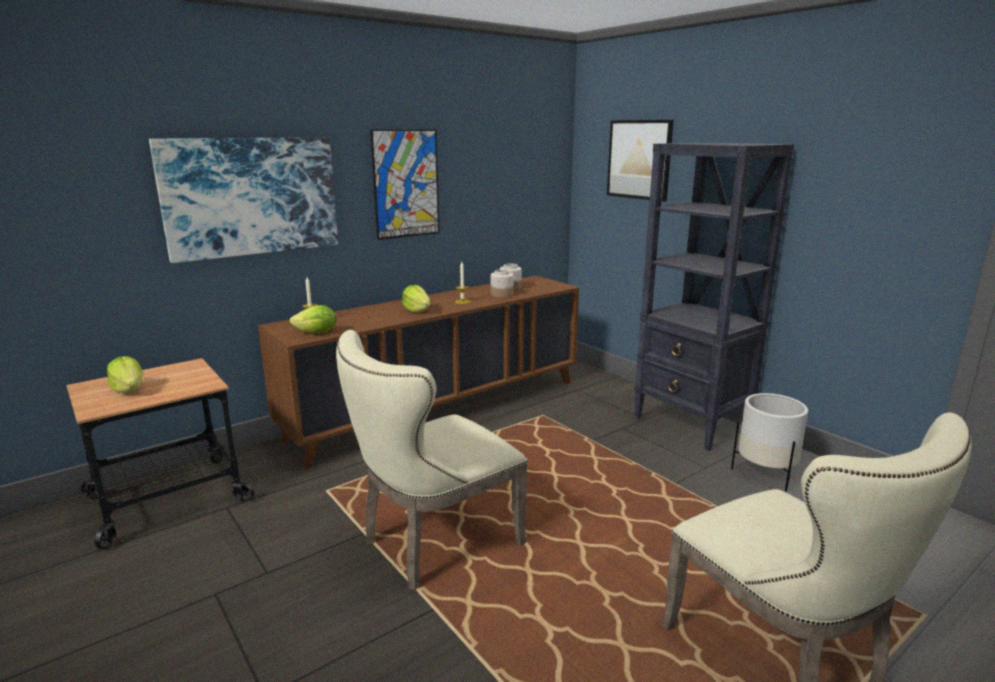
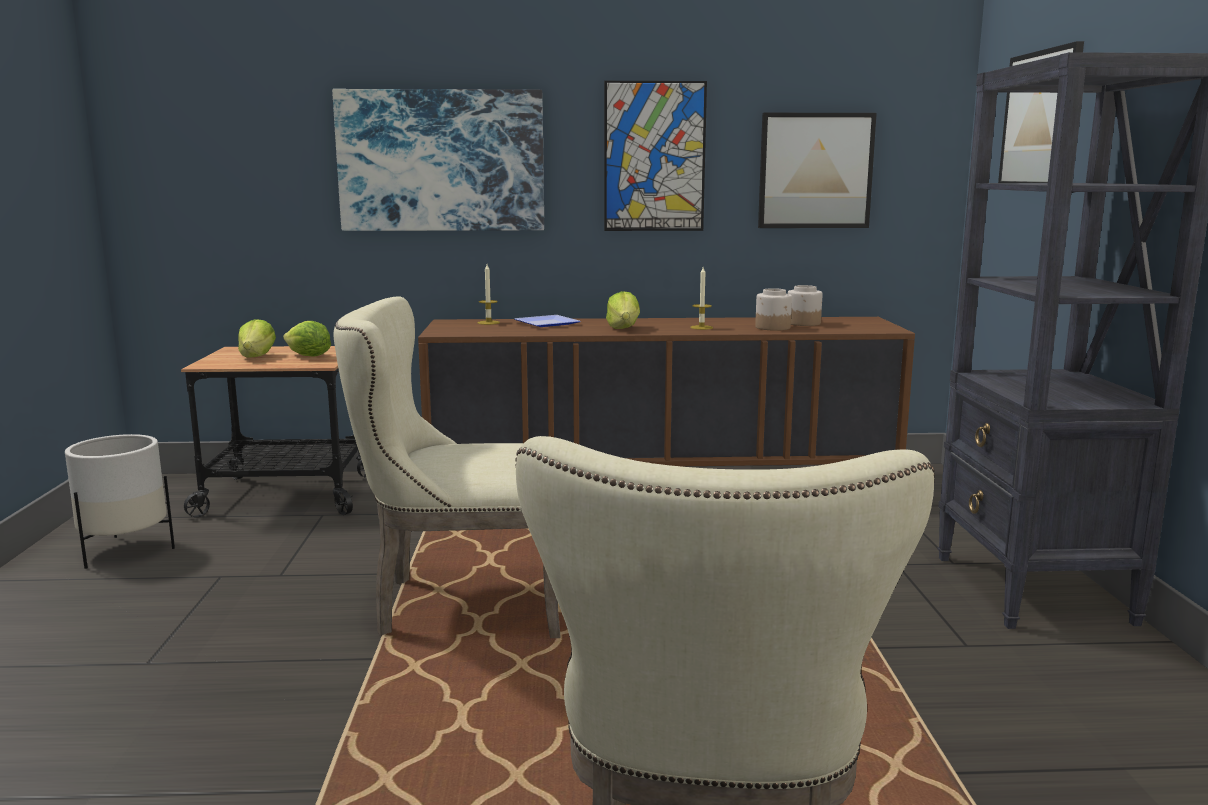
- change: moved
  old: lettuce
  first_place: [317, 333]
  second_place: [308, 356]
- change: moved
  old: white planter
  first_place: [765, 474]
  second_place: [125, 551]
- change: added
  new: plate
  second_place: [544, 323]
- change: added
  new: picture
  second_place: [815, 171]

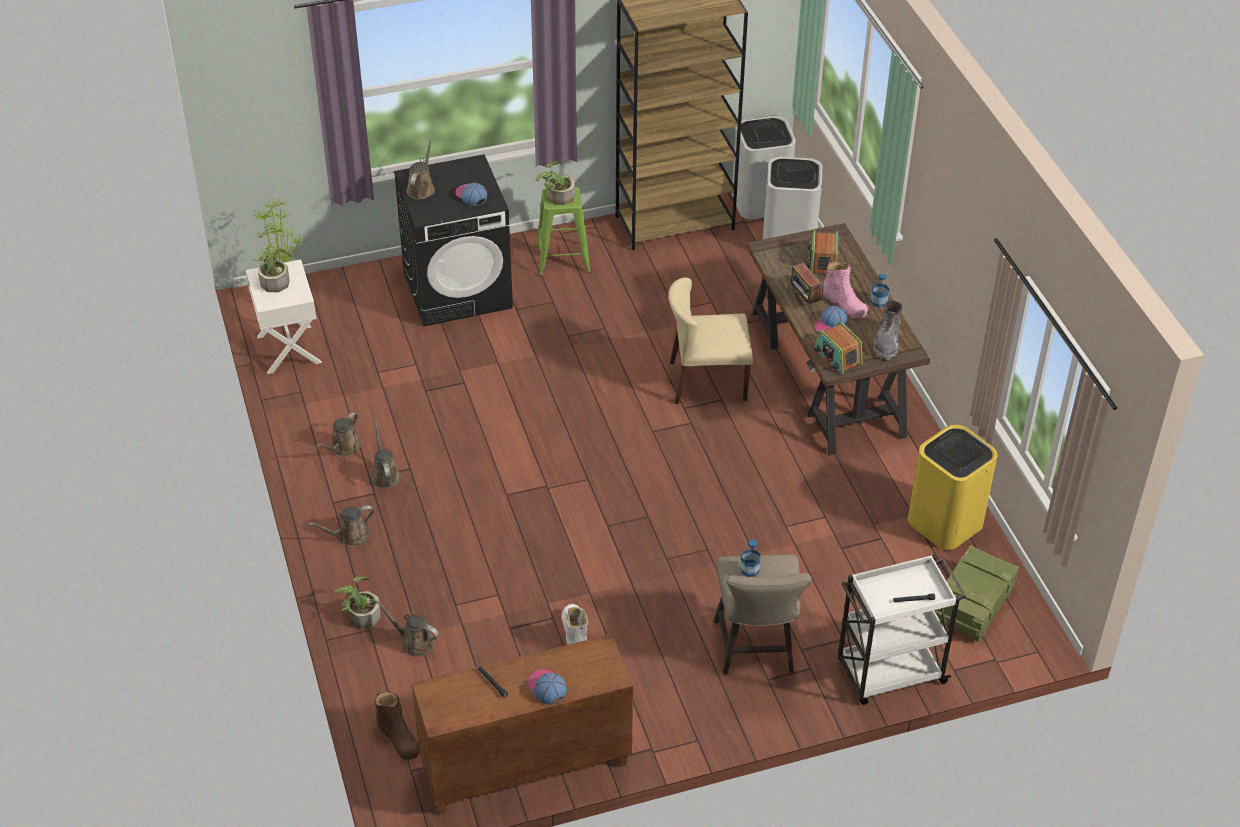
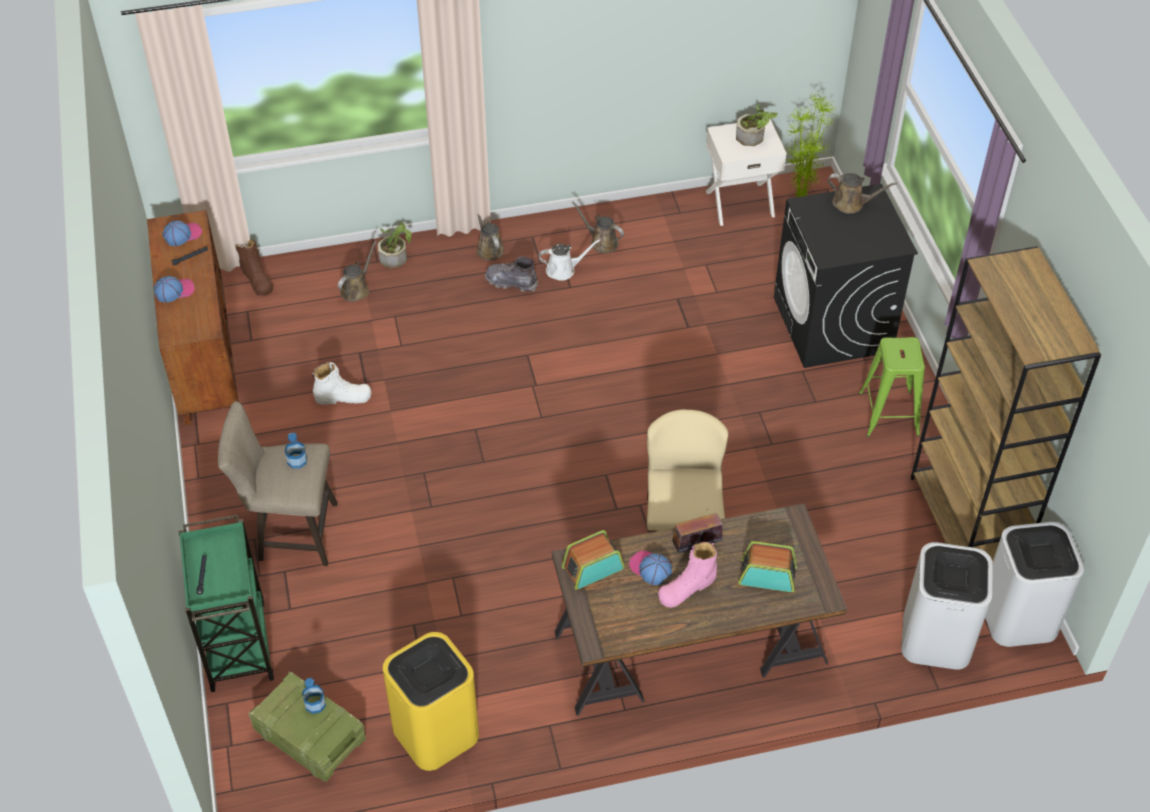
- change: recoloured
  old: brown watering can
  new: white watering can
  first_place: [385, 475]
  second_place: [563, 270]
- change: turned
  old: brown boot
  first_place: [398, 738]
  second_place: [256, 279]
  degrees: -90
- change: moved
  old: cap
  first_place: [471, 195]
  second_place: [182, 235]
- change: removed
  old: potted plant
  first_place: [557, 196]
- change: recoloured
  old: white cart
  new: green cart
  first_place: [889, 673]
  second_place: [237, 643]
- change: moved
  old: bottle
  first_place: [879, 302]
  second_place: [315, 704]
- change: moved
  old: grey boot
  first_place: [887, 342]
  second_place: [511, 282]

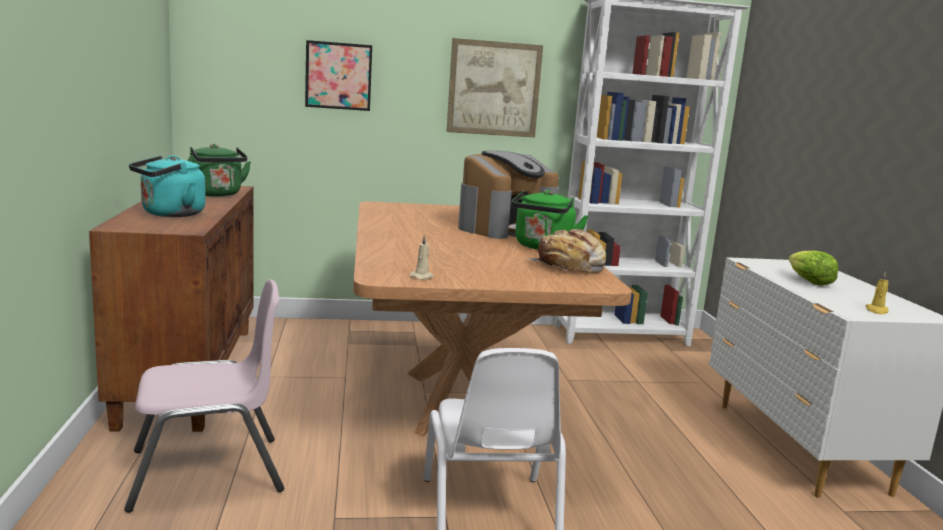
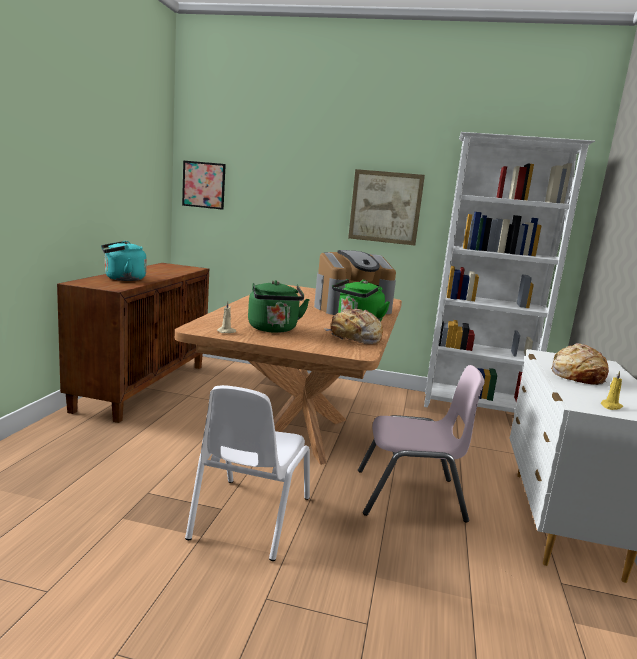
- change: moved
  old: pink chair
  first_place: [208, 472]
  second_place: [410, 496]
- change: moved
  old: green kettle
  first_place: [217, 194]
  second_place: [273, 329]
- change: moved
  old: picture
  first_place: [338, 76]
  second_place: [203, 185]
- change: replaced
  old: lettuce
  new: bread
  first_place: [808, 281]
  second_place: [577, 375]

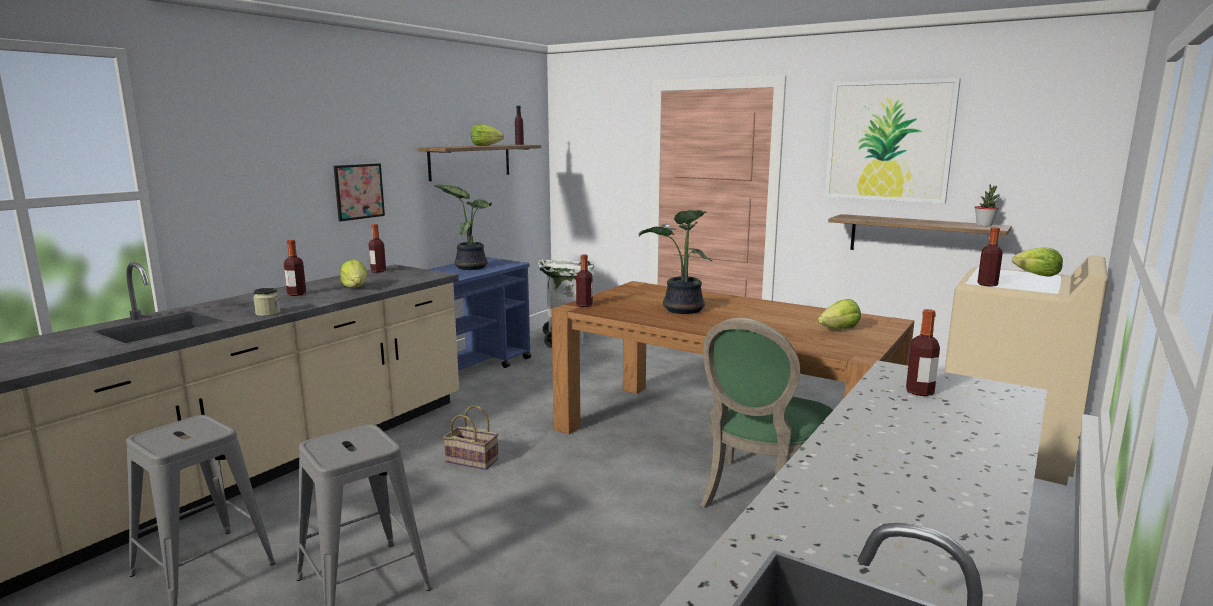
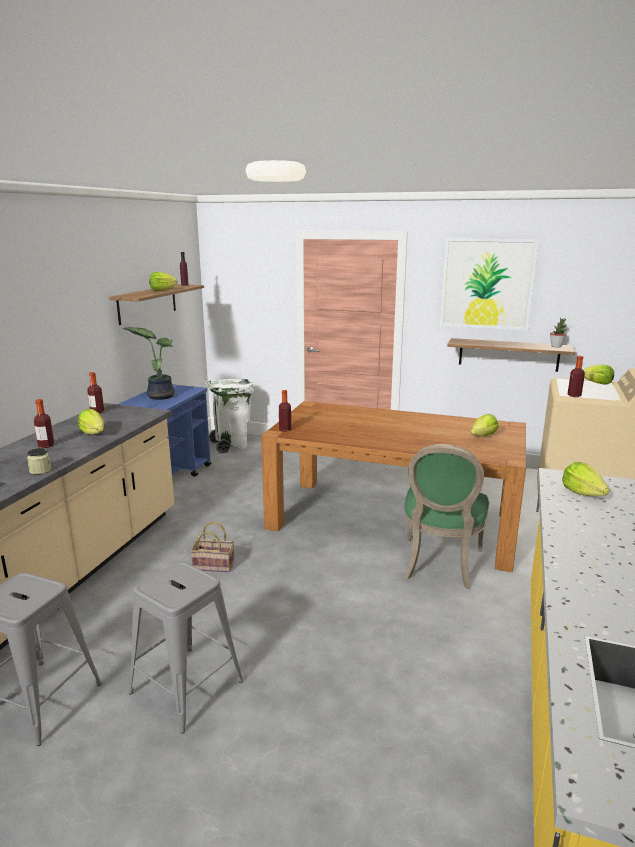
- change: removed
  old: picture
  first_place: [359, 191]
- change: removed
  old: potted plant
  first_place: [682, 310]
- change: replaced
  old: bottle
  new: lettuce
  first_place: [919, 392]
  second_place: [582, 493]

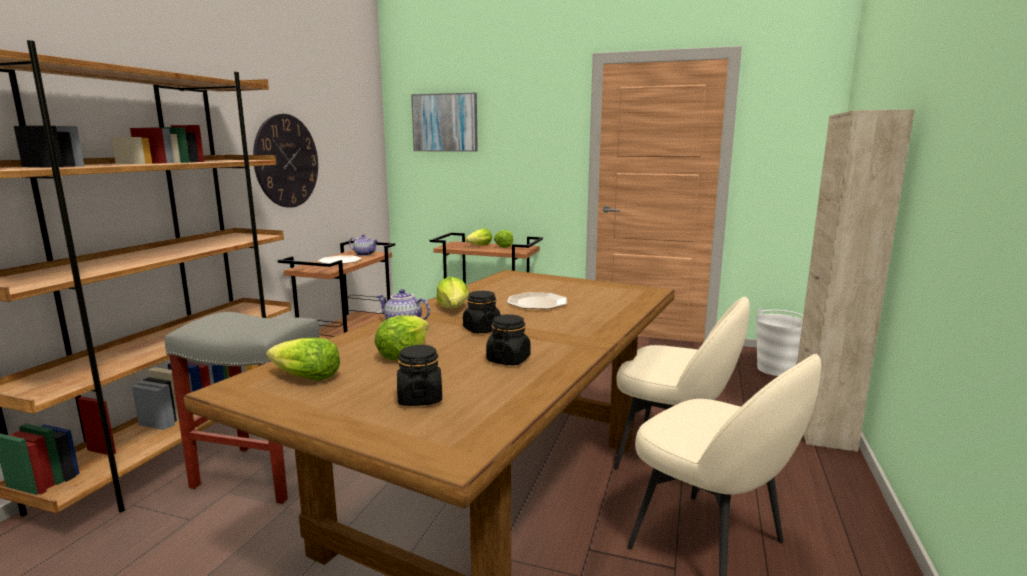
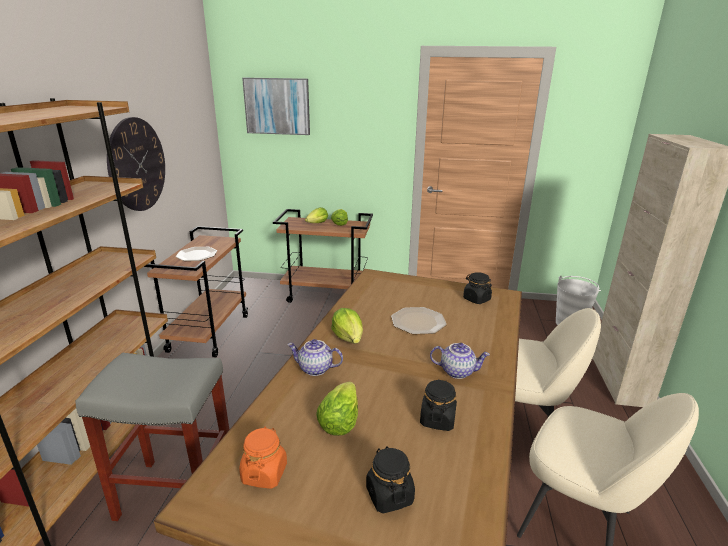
- change: replaced
  old: lettuce
  new: orange jar
  first_place: [305, 378]
  second_place: [264, 473]
- change: moved
  old: teapot
  first_place: [364, 254]
  second_place: [457, 371]
- change: moved
  old: black jar
  first_place: [481, 329]
  second_place: [476, 299]

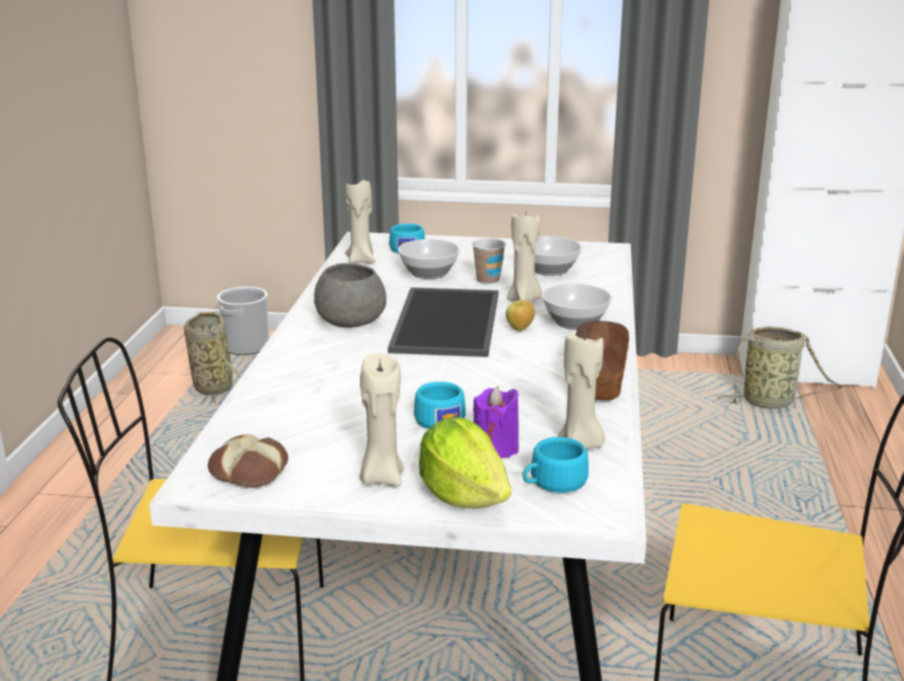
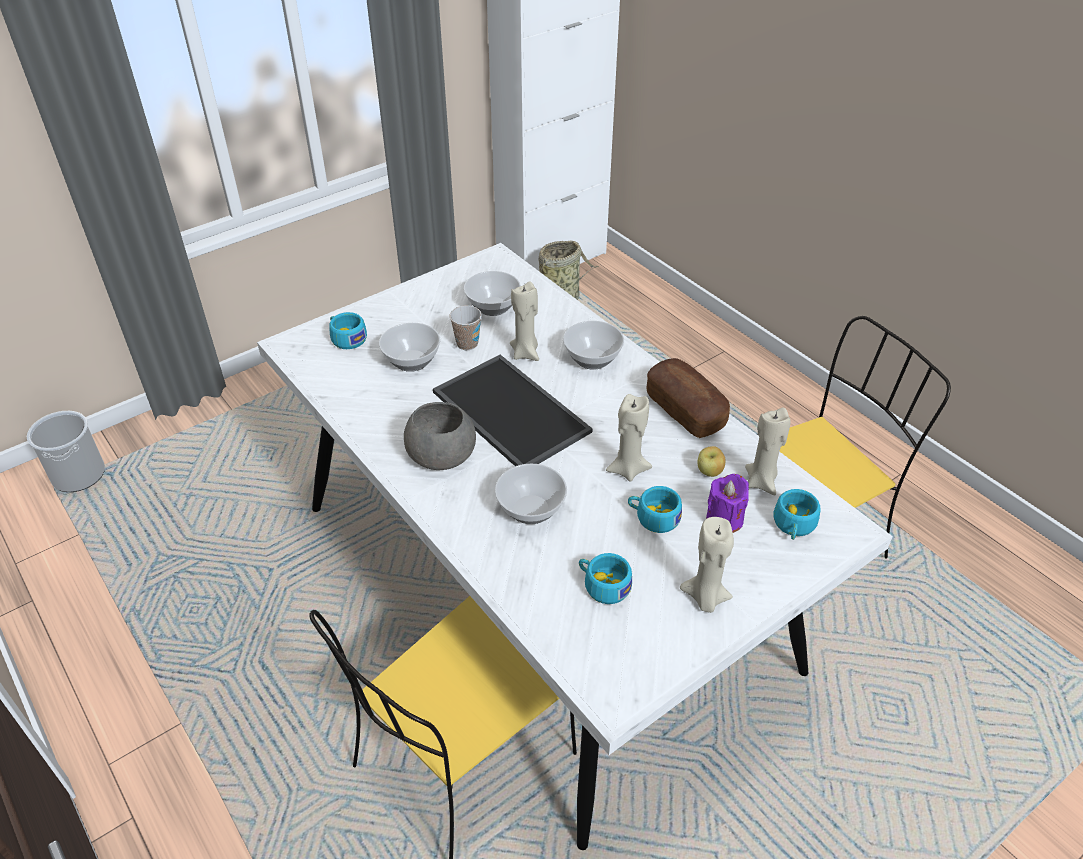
- change: removed
  old: basket
  first_place: [212, 386]
- change: removed
  old: bread
  first_place: [250, 470]
- change: moved
  old: beige candle
  first_place: [361, 260]
  second_place: [627, 469]
- change: removed
  old: lettuce
  first_place: [464, 496]
- change: moved
  old: apple
  first_place: [520, 328]
  second_place: [709, 472]
- change: added
  new: bowl
  second_place: [531, 508]
- change: added
  new: turquoise cup
  second_place: [603, 585]

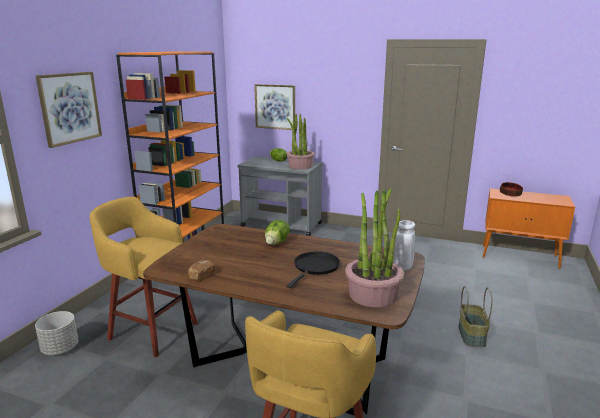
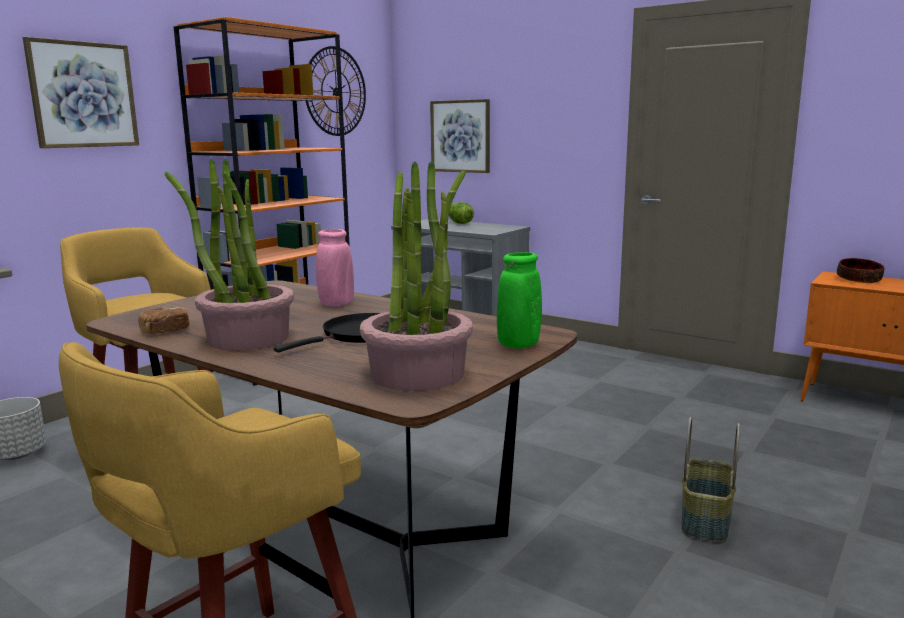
- change: replaced
  old: lettuce
  new: pink vase
  first_place: [277, 242]
  second_place: [336, 304]
- change: moved
  old: potted plant
  first_place: [300, 166]
  second_place: [247, 338]
- change: recoloured
  old: white vase
  new: green vase
  first_place: [402, 267]
  second_place: [518, 345]
- change: added
  new: wall clock
  second_place: [335, 91]

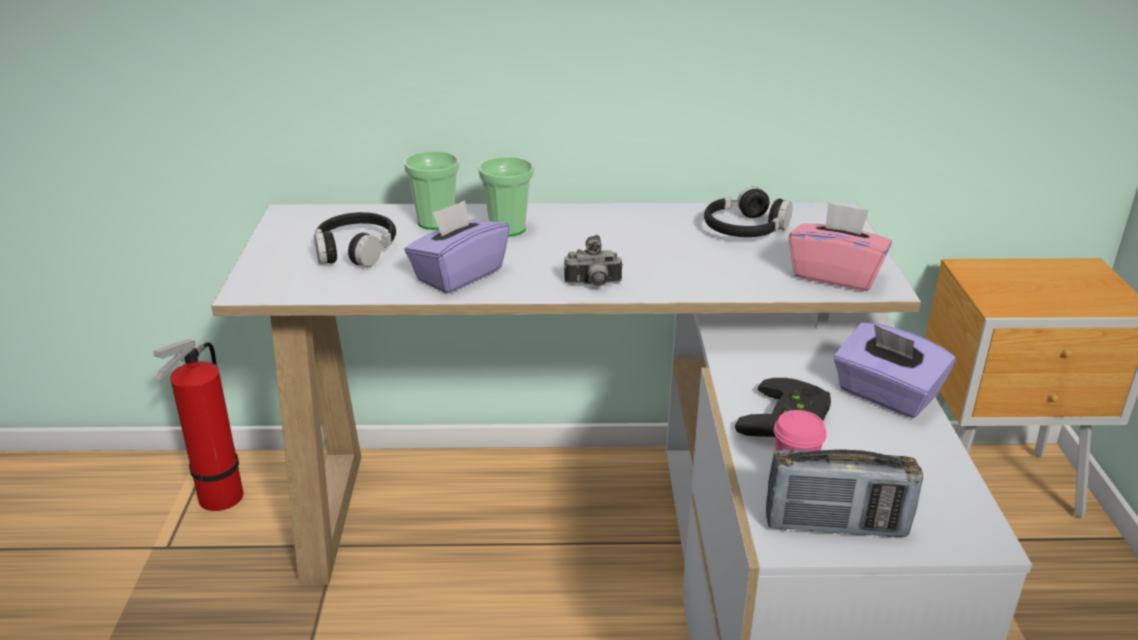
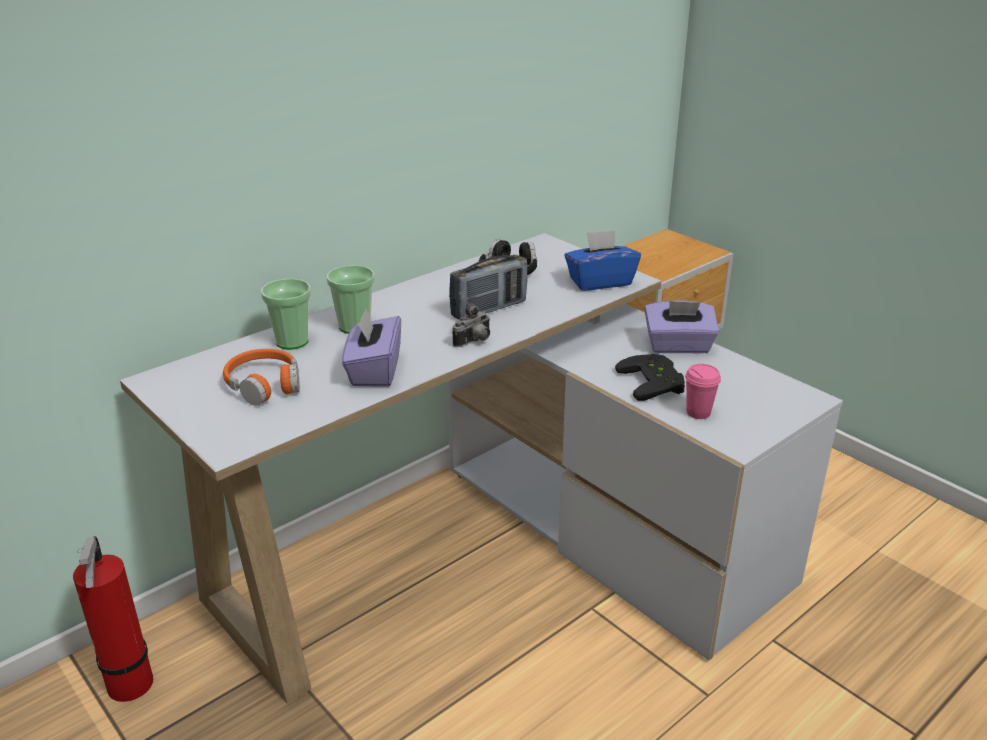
- change: recoloured
  old: black headphones
  new: orange headphones
  first_place: [355, 250]
  second_place: [264, 385]
- change: moved
  old: radio
  first_place: [835, 526]
  second_place: [489, 309]
- change: recoloured
  old: pink tissue box
  new: blue tissue box
  first_place: [835, 275]
  second_place: [600, 282]

